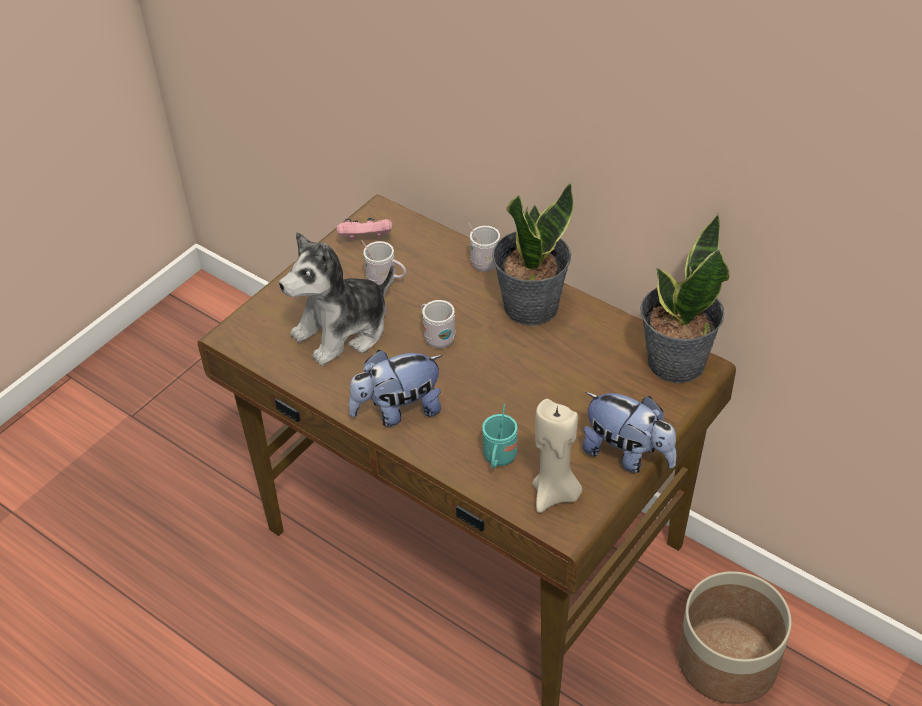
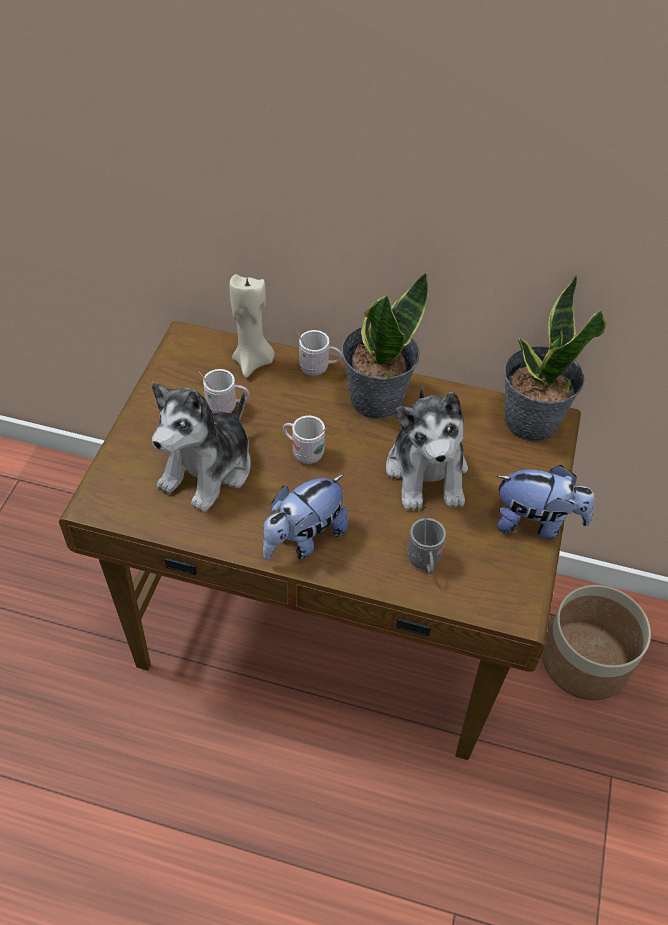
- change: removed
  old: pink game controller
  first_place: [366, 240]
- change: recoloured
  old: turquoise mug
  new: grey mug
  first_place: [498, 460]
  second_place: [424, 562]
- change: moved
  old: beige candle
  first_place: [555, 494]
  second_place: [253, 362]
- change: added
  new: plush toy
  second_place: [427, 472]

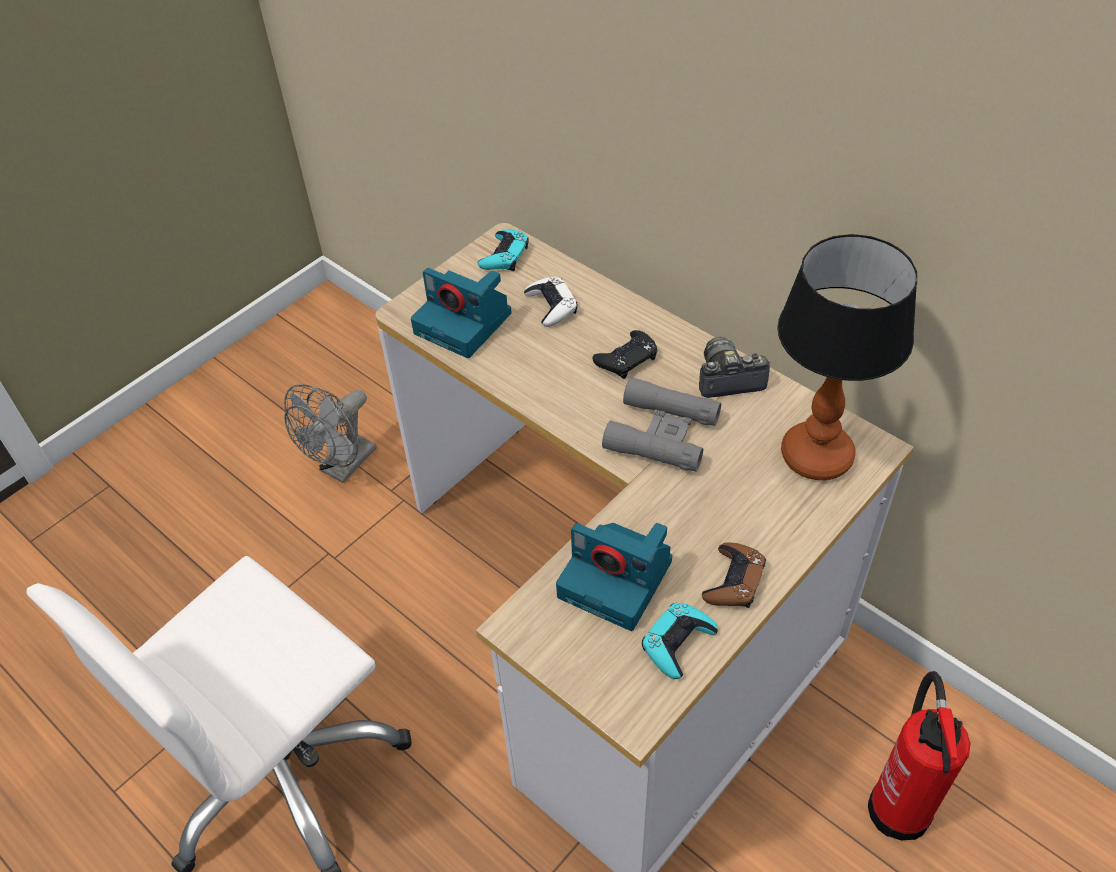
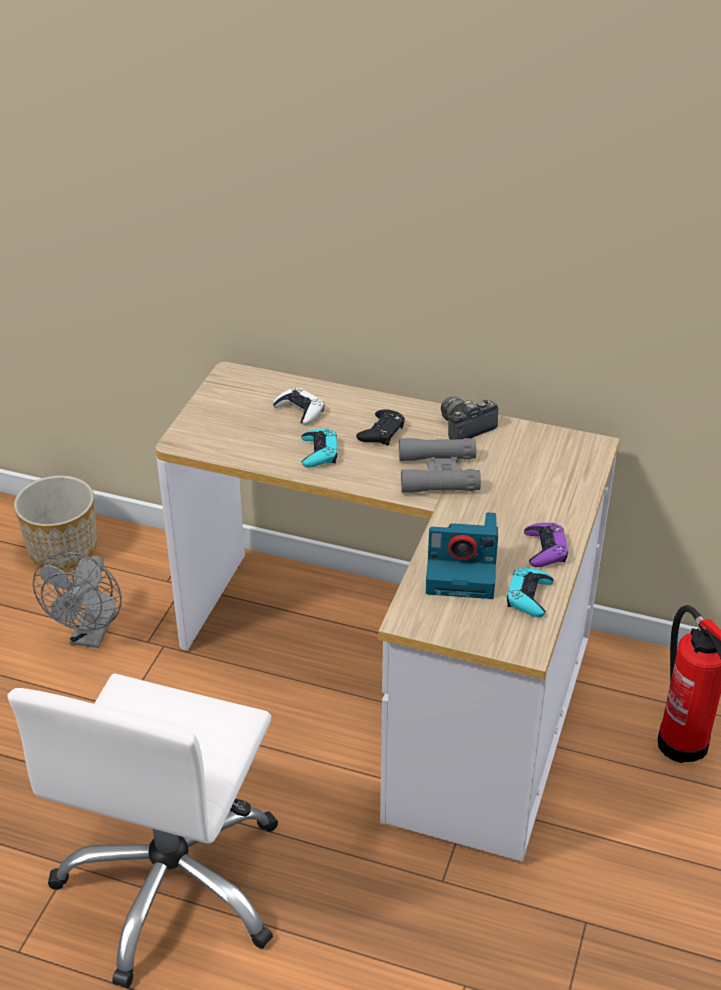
- change: removed
  old: photo camera
  first_place: [465, 323]
- change: moved
  old: turquoise game controller
  first_place: [504, 256]
  second_place: [319, 453]
- change: recoloured
  old: brown game controller
  new: purple game controller
  first_place: [733, 581]
  second_place: [545, 549]
- change: removed
  old: table lamp
  first_place: [815, 456]
- change: added
  new: planter
  second_place: [64, 549]

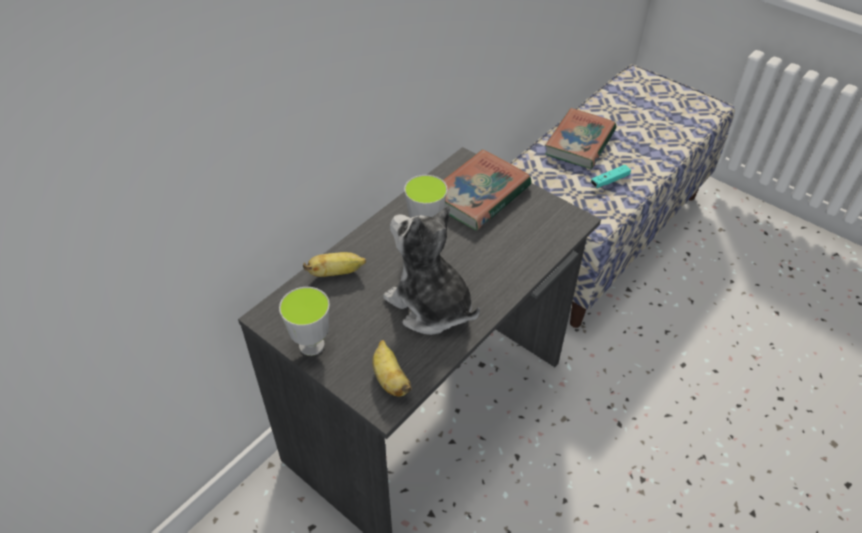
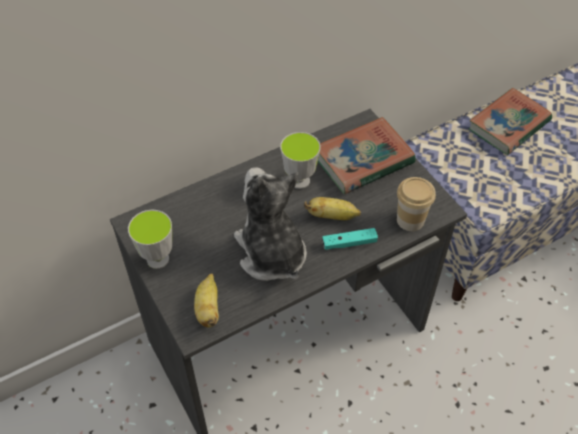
- change: moved
  old: banana
  first_place: [336, 273]
  second_place: [332, 216]
- change: moved
  old: turquoise game controller
  first_place: [609, 181]
  second_place: [349, 243]
- change: added
  new: cup
  second_place: [410, 220]

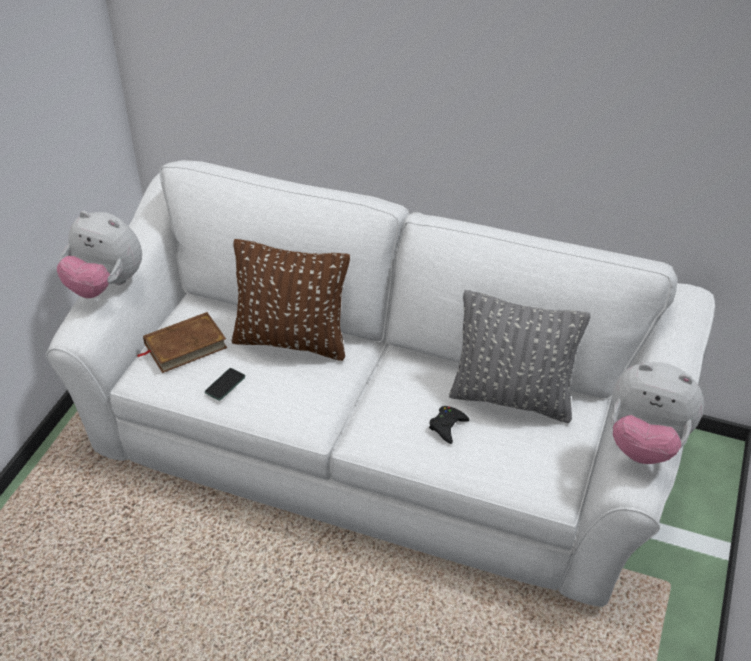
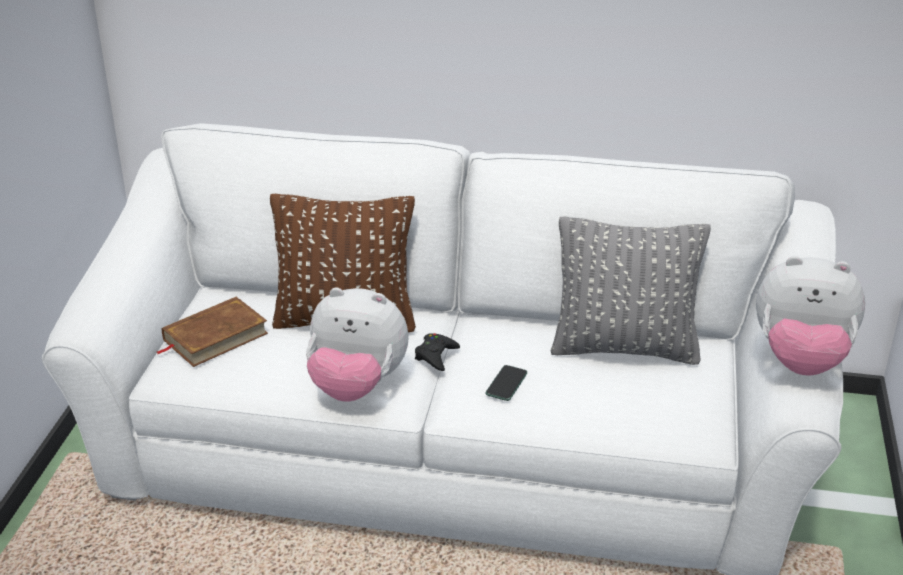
- change: moved
  old: plush toy
  first_place: [105, 285]
  second_place: [357, 386]
- change: moved
  old: phone
  first_place: [225, 385]
  second_place: [506, 384]
- change: moved
  old: black game controller
  first_place: [447, 426]
  second_place: [436, 355]

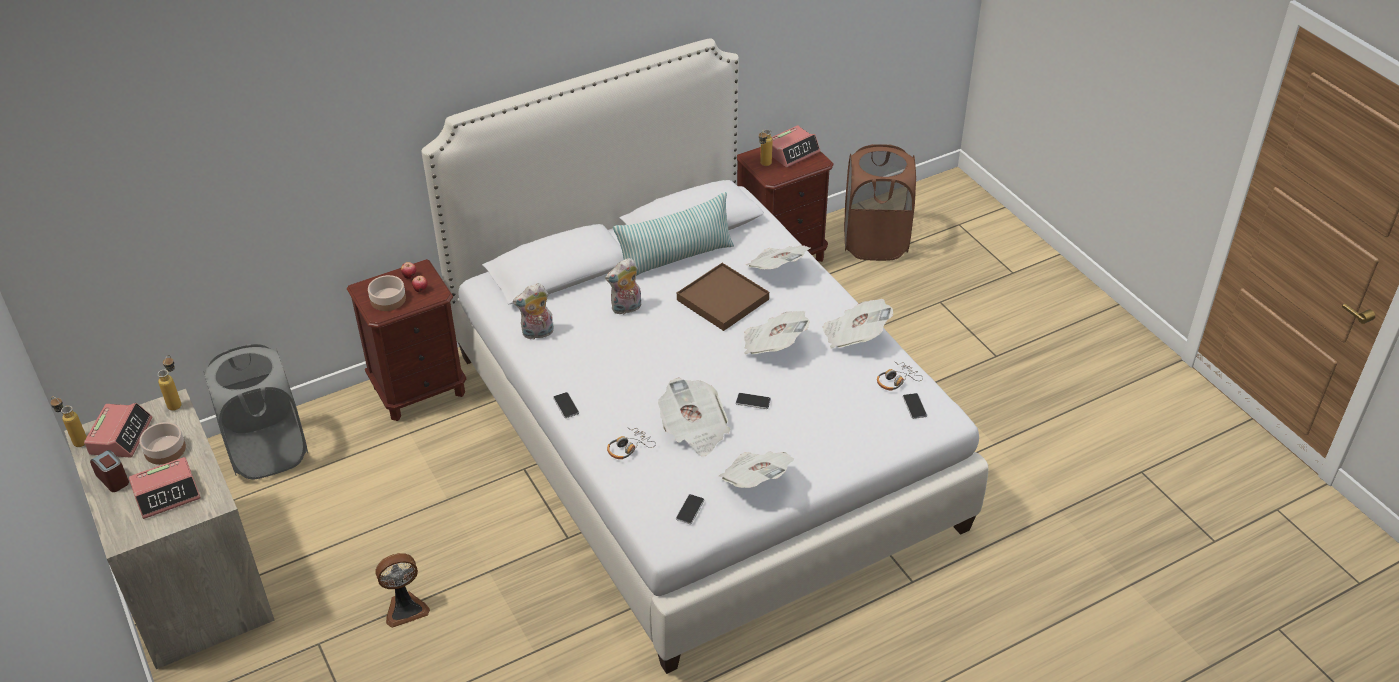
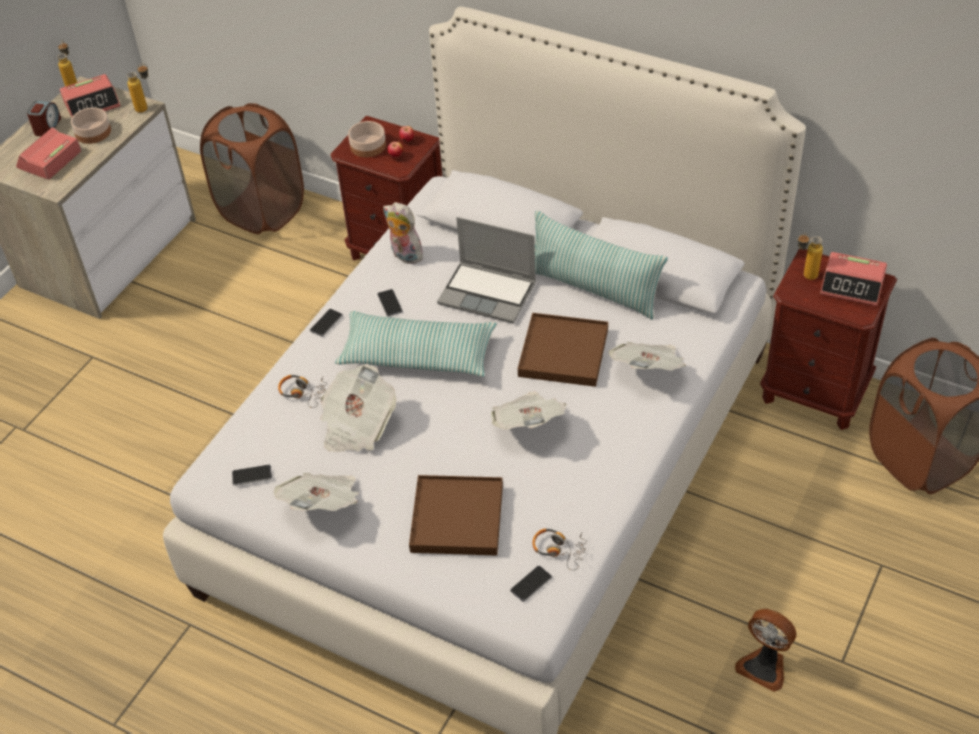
- change: turned
  old: alarm clock
  first_place: [167, 493]
  second_place: [49, 160]
  degrees: 90
- change: recoloured
  old: grey laundry basket
  new: brown laundry basket
  first_place: [268, 452]
  second_place: [261, 211]
- change: moved
  old: fan
  first_place: [405, 608]
  second_place: [764, 666]
- change: replaced
  old: plush toy
  new: laptop
  first_place: [626, 308]
  second_place: [489, 293]
- change: moved
  old: phone
  first_place: [753, 401]
  second_place: [389, 303]
- change: removed
  old: newspaper
  first_place: [854, 336]
- change: added
  new: pillow
  second_place: [418, 355]
- change: added
  new: brown tray
  second_place: [457, 518]

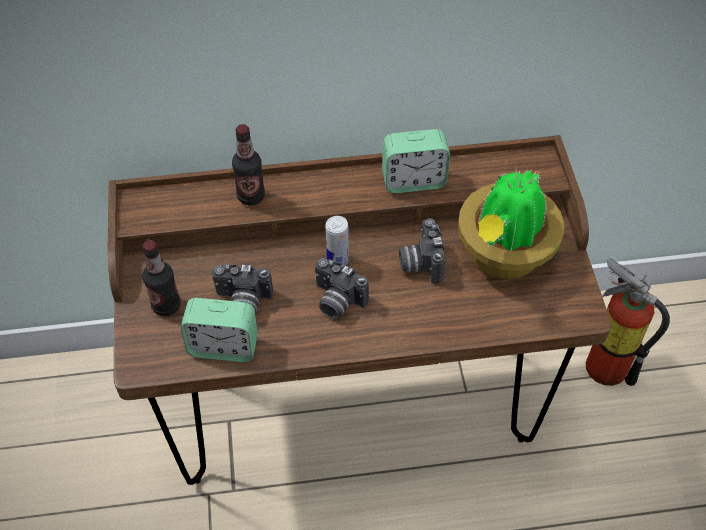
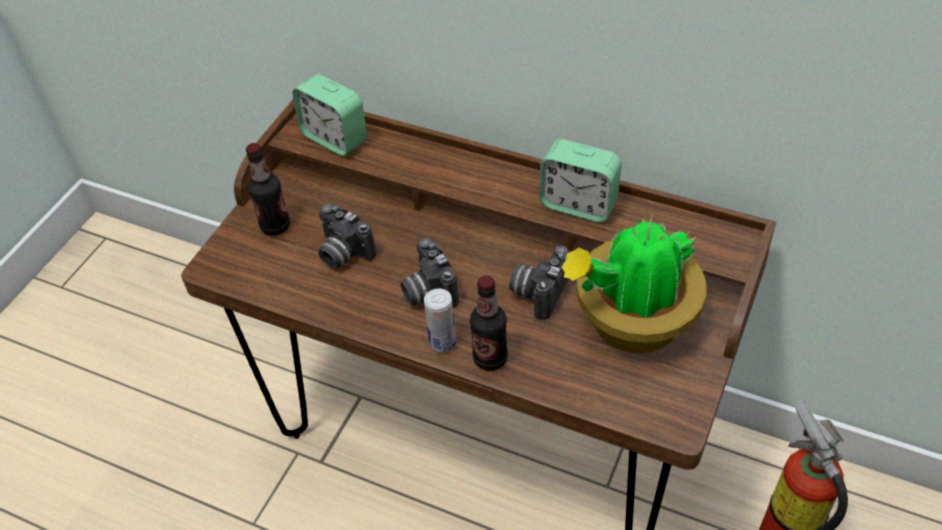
- change: moved
  old: alarm clock
  first_place: [223, 346]
  second_place: [335, 138]
- change: moved
  old: bottle
  first_place: [251, 196]
  second_place: [490, 358]
- change: moved
  old: can
  first_place: [337, 260]
  second_place: [443, 343]

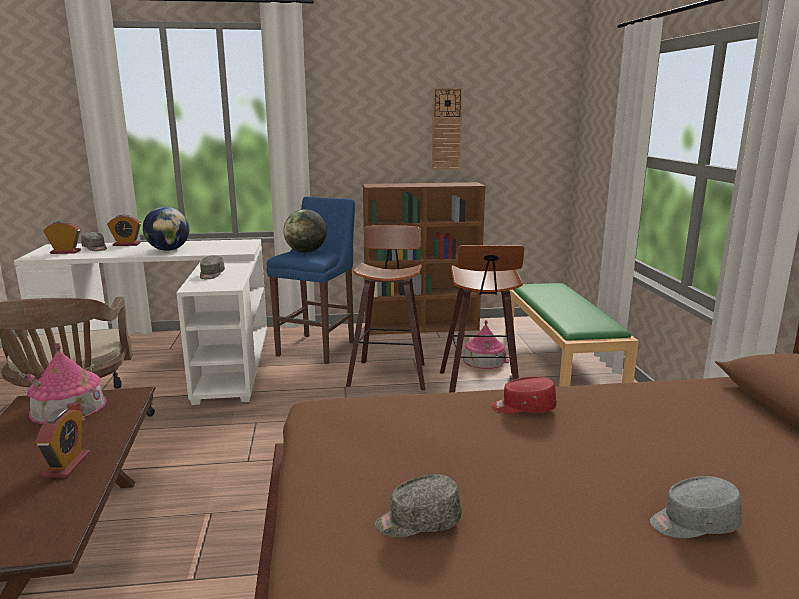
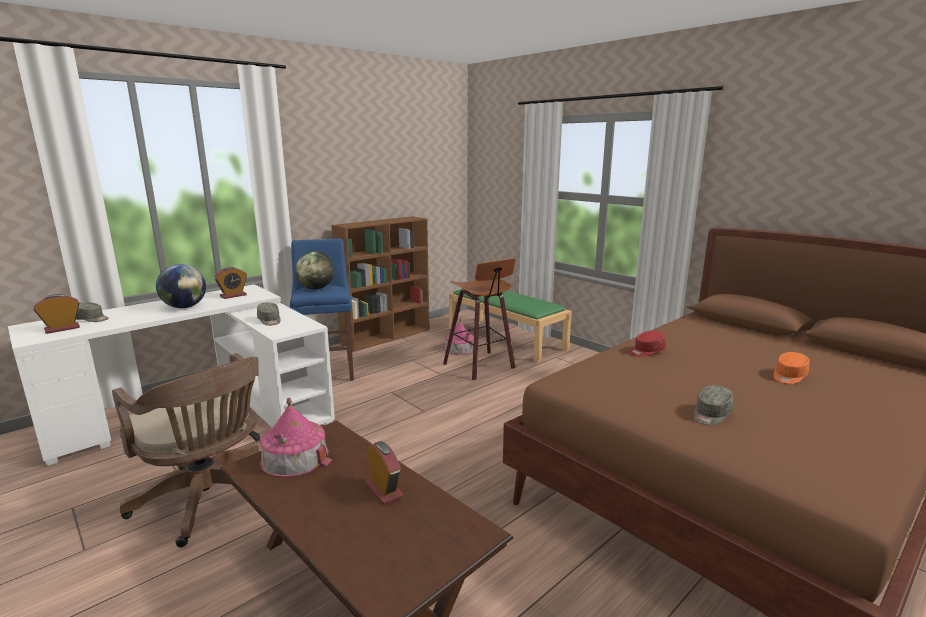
- change: moved
  old: alarm clock
  first_place: [127, 244]
  second_place: [233, 295]
- change: removed
  old: stool
  first_place: [389, 374]
- change: removed
  old: wall clock
  first_place: [446, 129]
- change: recoloured
  old: grey cap
  new: orange cap
  first_place: [693, 523]
  second_place: [789, 376]

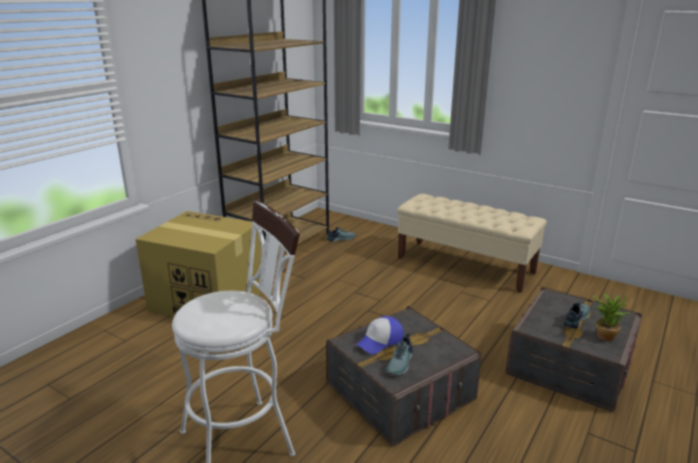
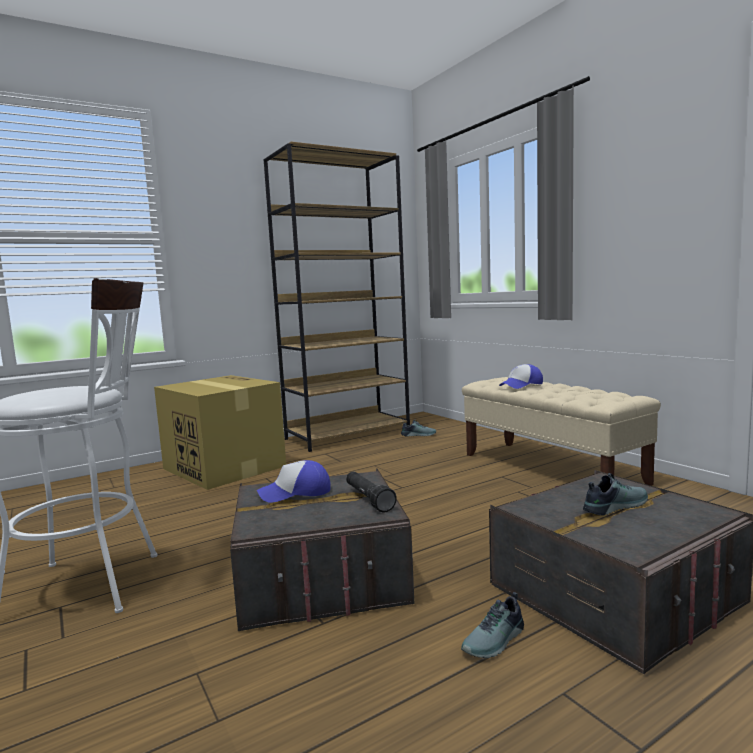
- change: moved
  old: shoe
  first_place: [401, 363]
  second_place: [496, 641]
- change: removed
  old: potted plant
  first_place: [604, 334]
- change: added
  new: black flashlight
  second_place: [368, 499]
- change: added
  new: cap
  second_place: [521, 385]

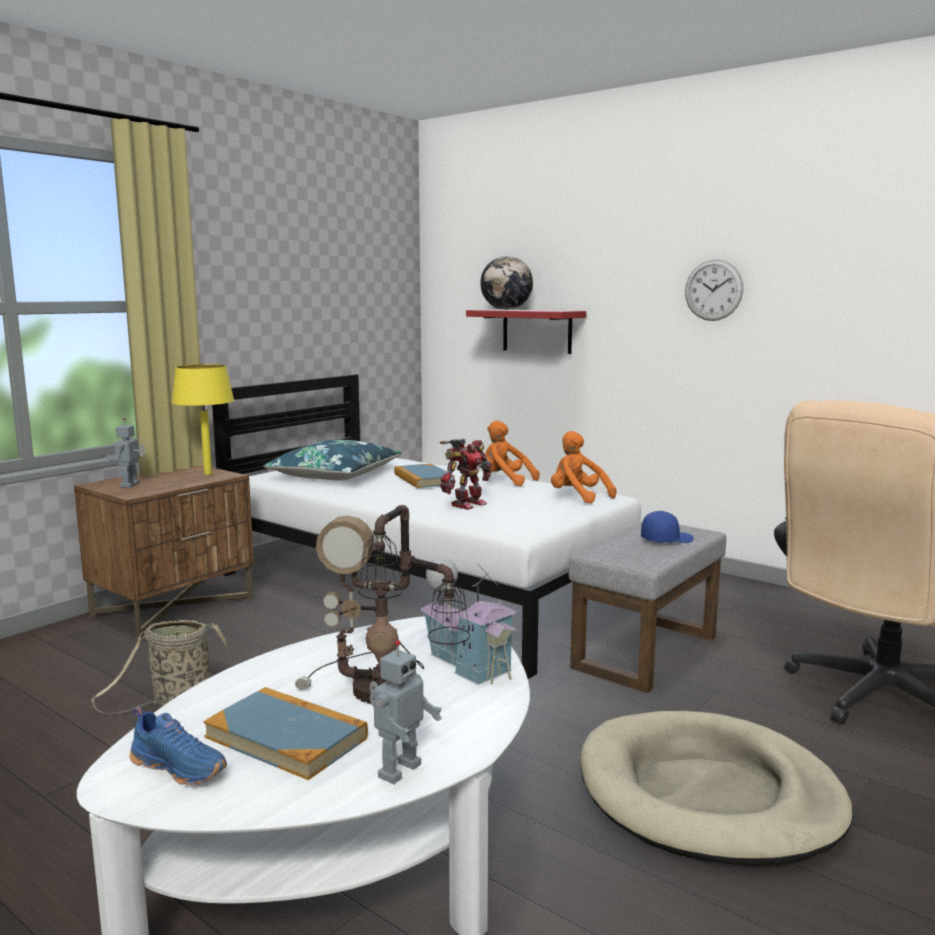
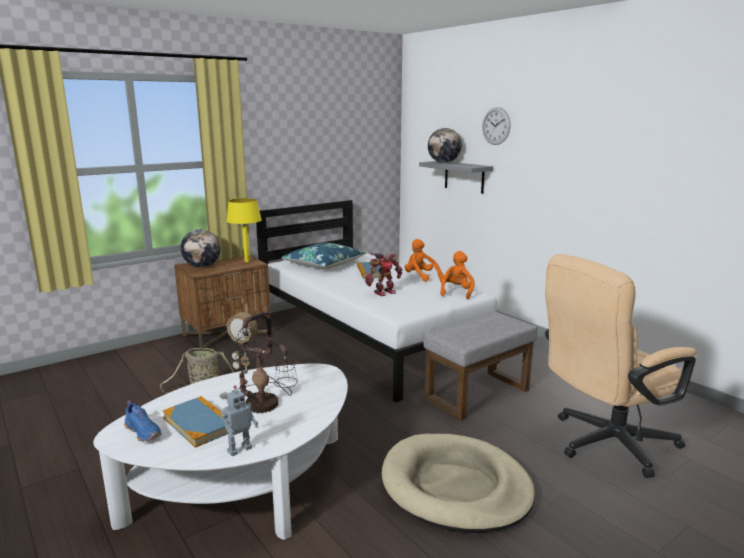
- change: replaced
  old: toy robot
  new: globe
  first_place: [131, 485]
  second_place: [202, 266]
- change: removed
  old: toy house
  first_place: [469, 665]
- change: recoloured
  old: red shelf
  new: grey shelf
  first_place: [537, 331]
  second_place: [464, 177]
- change: turned
  old: orange plush toy
  first_place: [577, 497]
  second_place: [456, 292]
  degrees: 45
- change: removed
  old: blue cap
  first_place: [666, 539]
- change: moved
  old: wall clock
  first_place: [713, 290]
  second_place: [496, 126]

